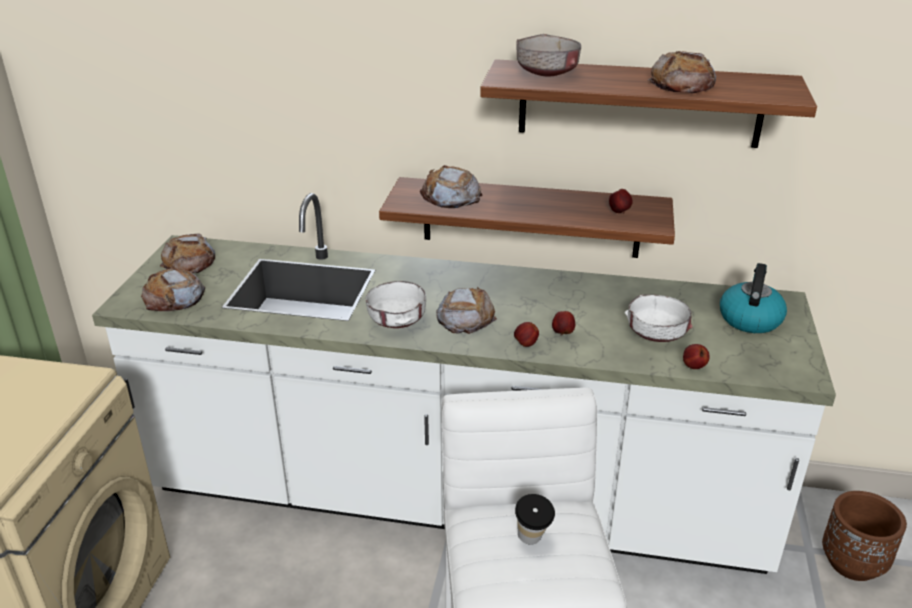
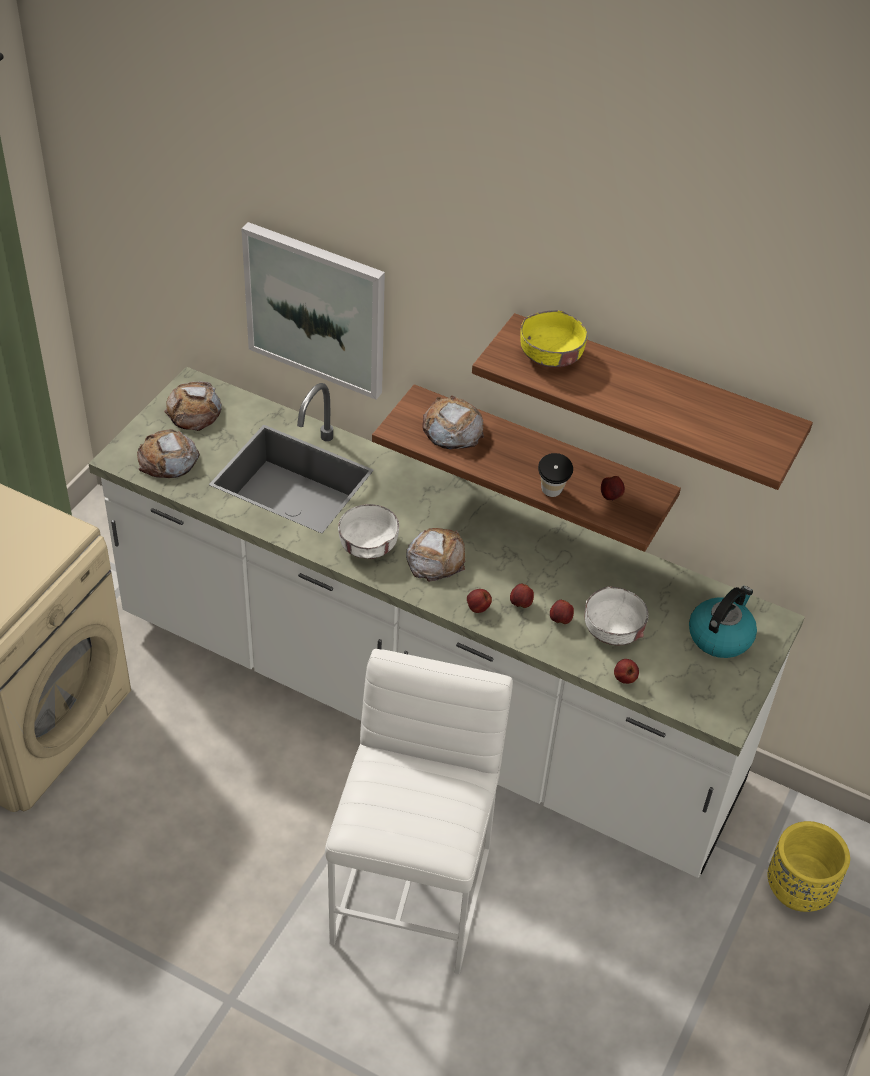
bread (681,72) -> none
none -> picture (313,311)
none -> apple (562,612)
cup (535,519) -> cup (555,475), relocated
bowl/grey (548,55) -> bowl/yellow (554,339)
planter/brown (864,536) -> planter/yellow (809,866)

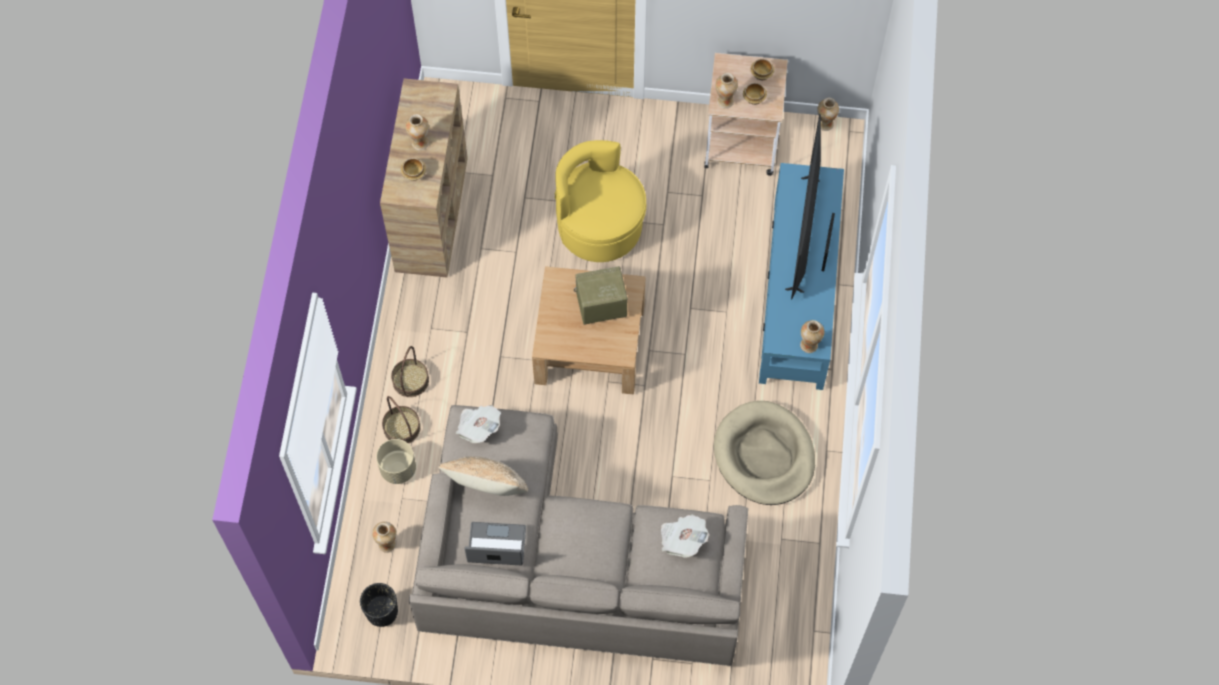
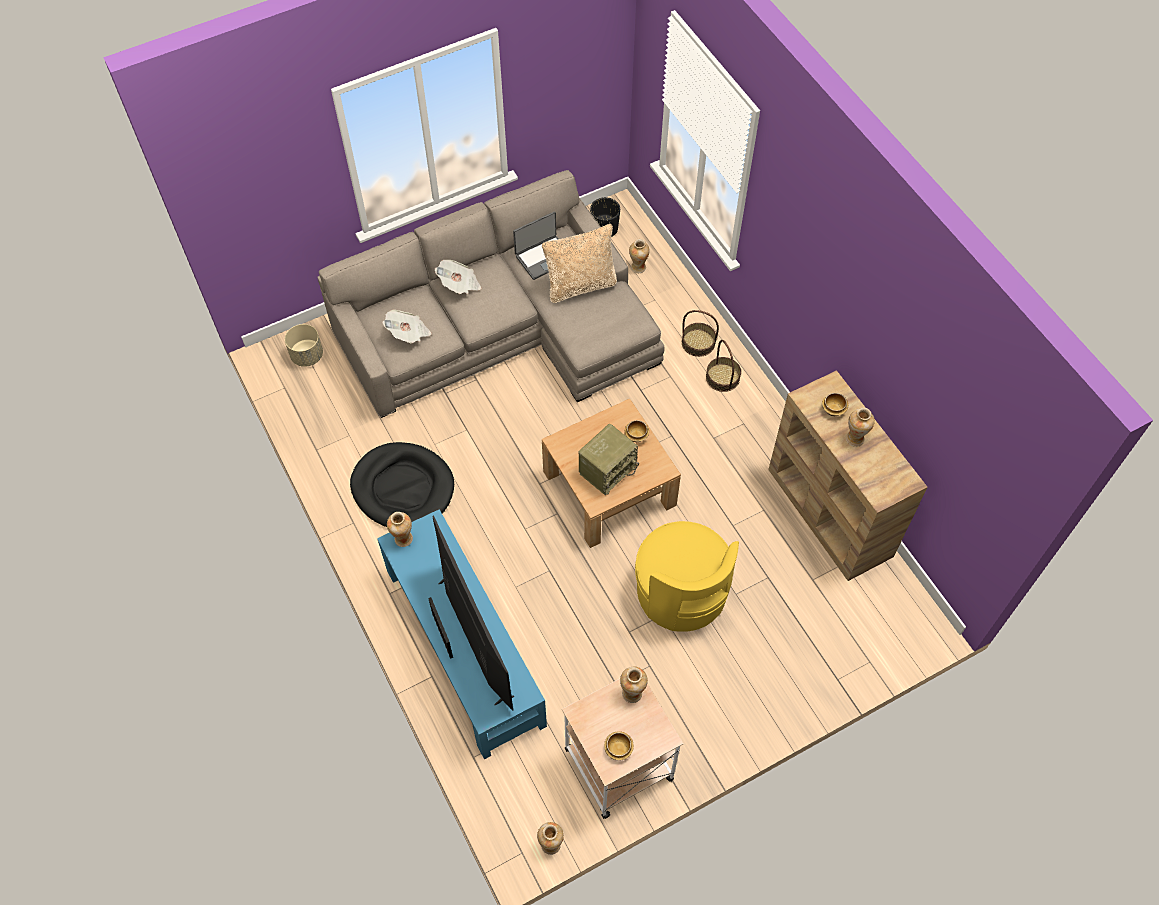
planter/beige (396,461) -> planter/beige (304,345), relocated
newspaper (478,424) -> newspaper (458,277), relocated
bowl (755,94) -> bowl (637,431), relocated
dog bed/beige (764,453) -> dog bed/black (402,484)
armchair/yellow (600,201) -> armchair/yellow (687,576), 60 degrees clockwise

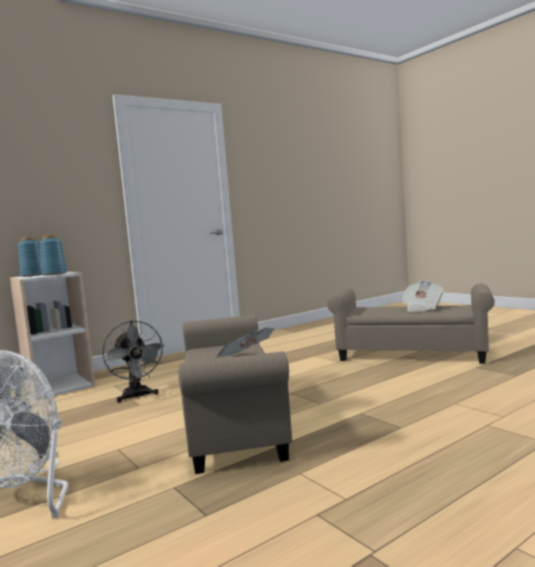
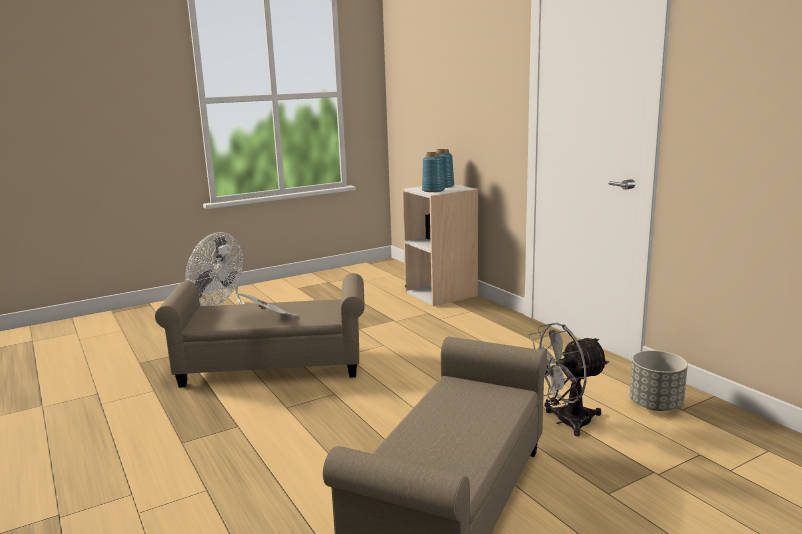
newspaper (423,296) -> none
none -> planter/grey (659,380)
fan/grey (133,361) -> fan/grey (568,379), relocated

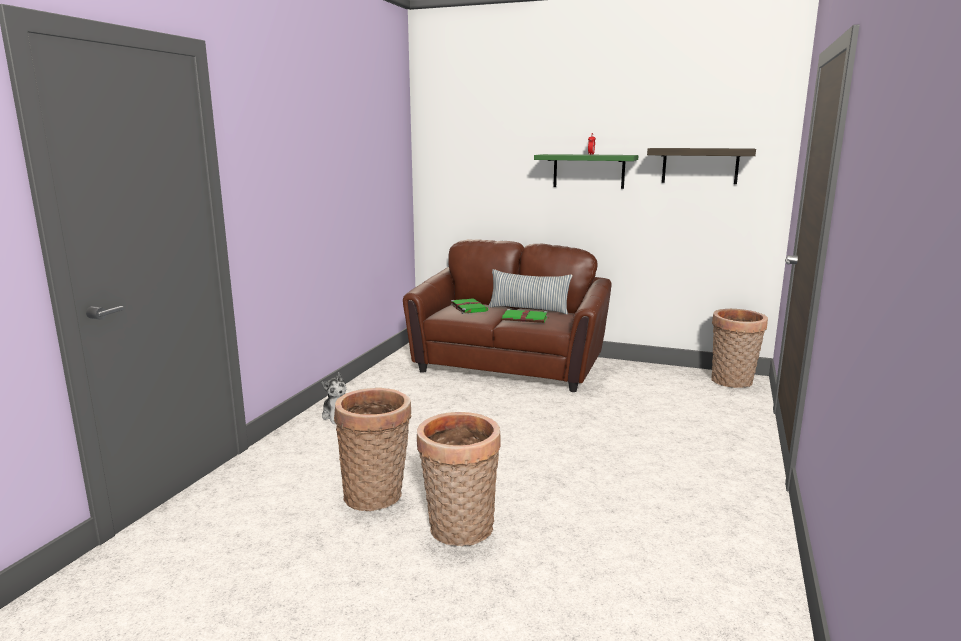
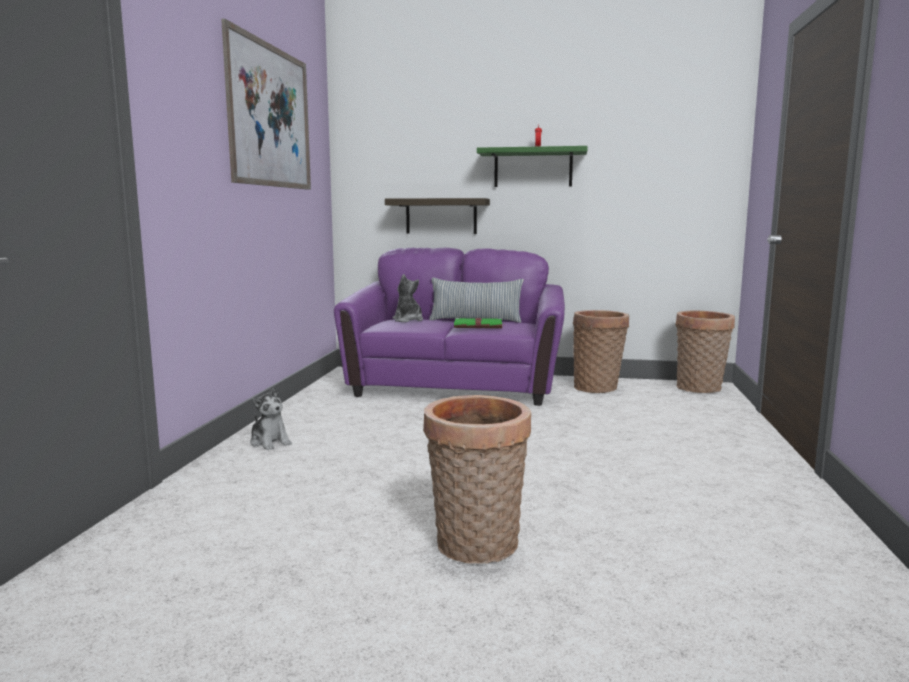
none -> picture (266,104)
basket (373,449) -> basket (601,351), relocated
shelf (701,166) -> shelf (437,216), relocated
book/green (469,306) -> plush toy (408,298)
sofa/brown (507,315) -> sofa/purple (449,327)

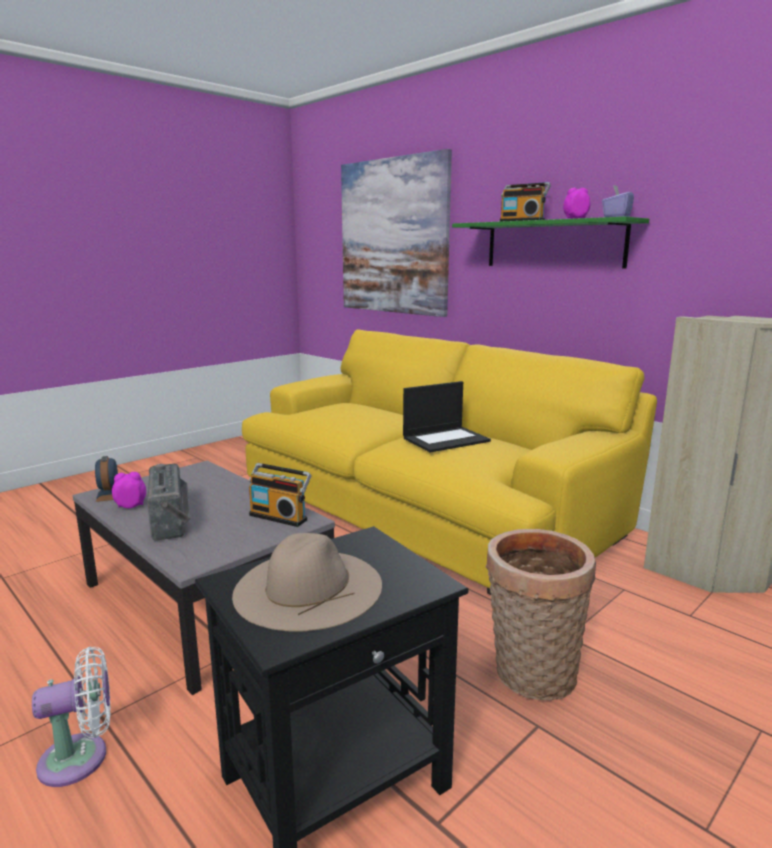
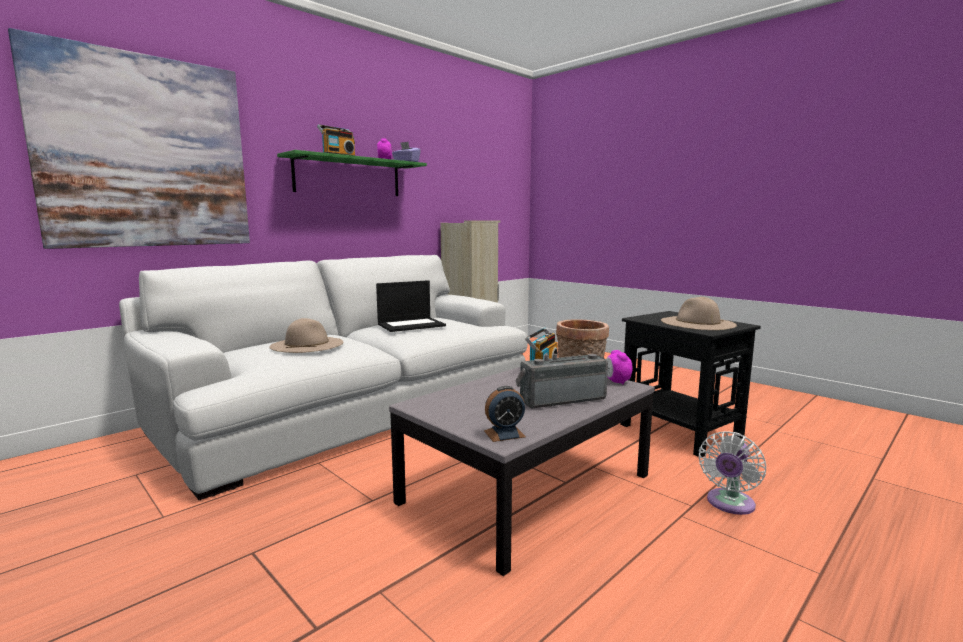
none -> hat/beige (306,335)
alarm clock (129,490) -> alarm clock (619,367), relocated
sofa/yellow (449,462) -> sofa/white (323,377)
fan/white (71,717) -> fan/white (732,473), 120 degrees counterclockwise
laptop (447,417) -> laptop (411,306), 90 degrees clockwise

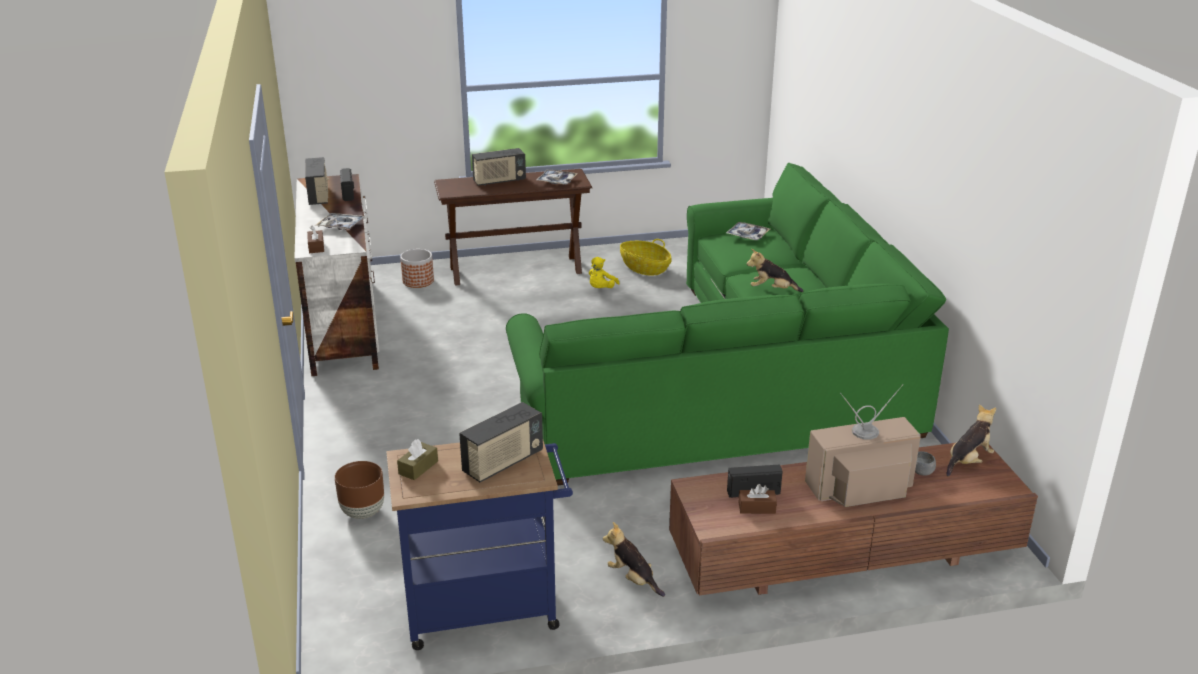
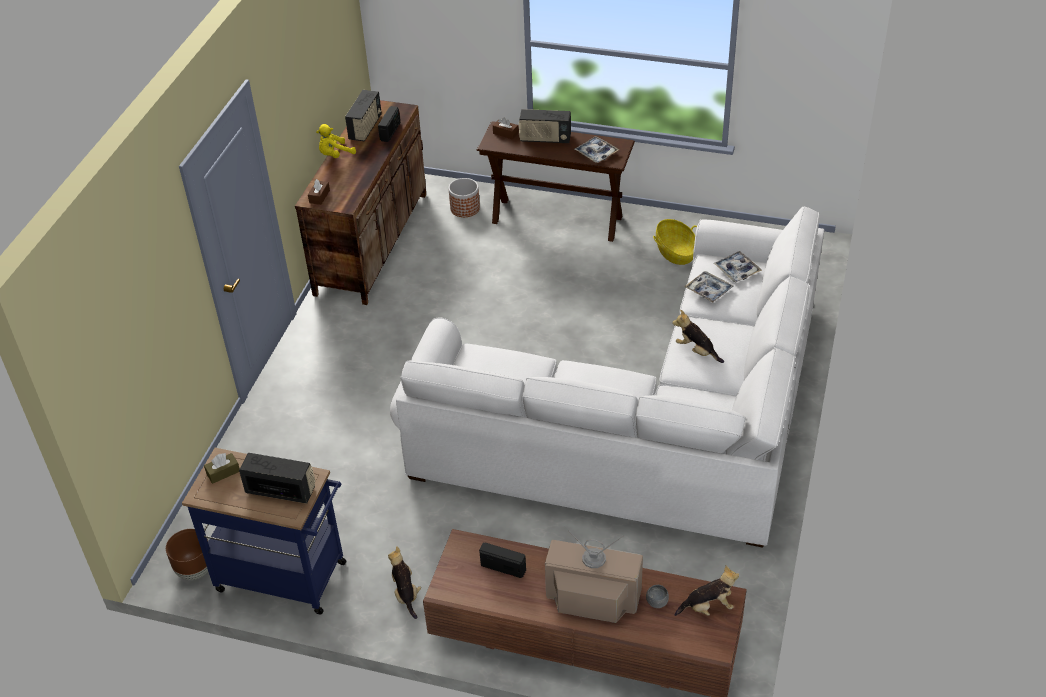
tray (340,221) -> tray (708,287), relocated
planter/brown (359,490) -> planter/brown (187,554), relocated
plush toy/yellow (604,272) -> plush toy/yellow (336,141), relocated
tissue box/brown (758,499) -> tissue box/brown (505,128), relocated
cabinet/white (336,275) -> cabinet/brown (360,202)
sofa/green (727,324) -> sofa/white (607,377)
radio (501,442) -> radio (277,478), 150 degrees counterclockwise

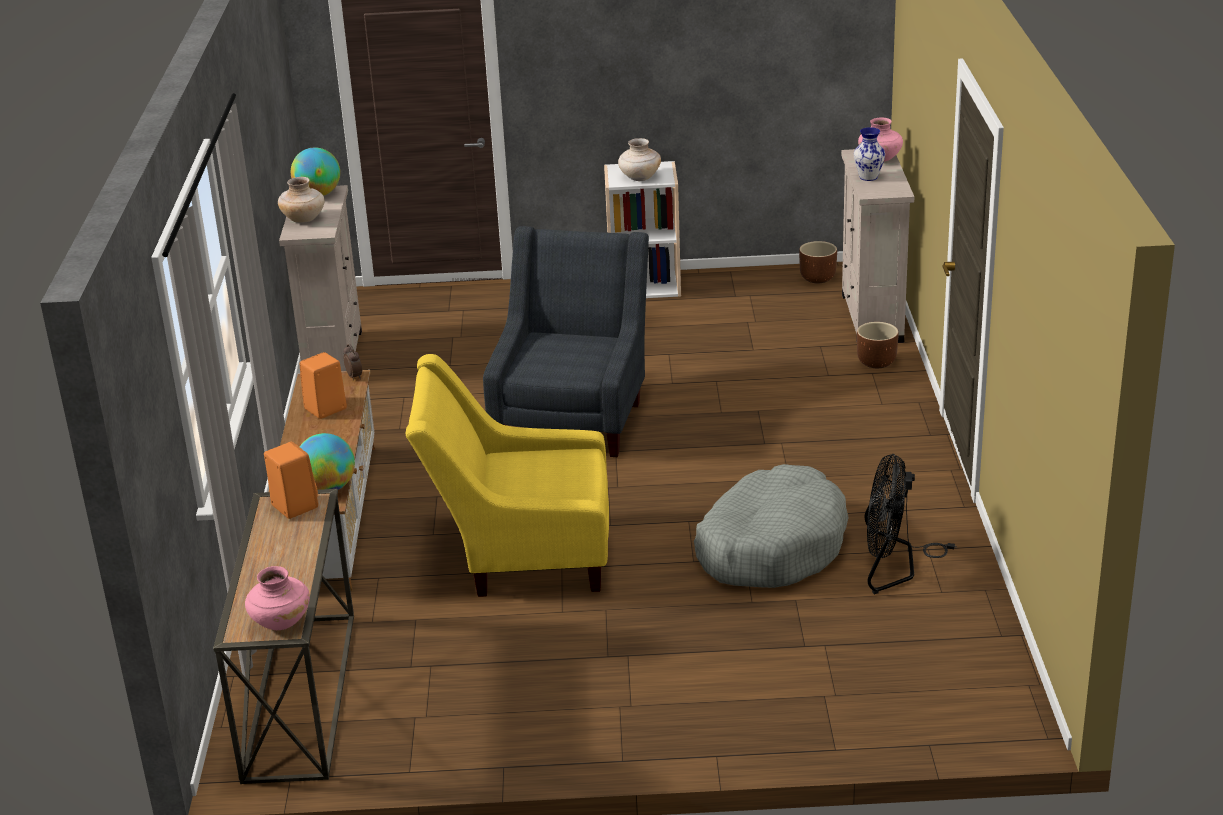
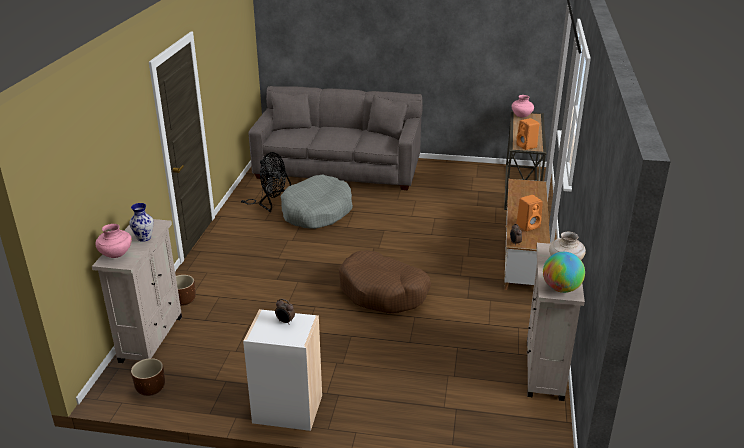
globe (327,461) -> none
armchair/yellow (507,475) -> none
none -> sofa/grey (336,138)
armchair/grey (566,341) -> dog bed/brown (385,282)
vase/beige (639,159) -> alarm clock (285,311)

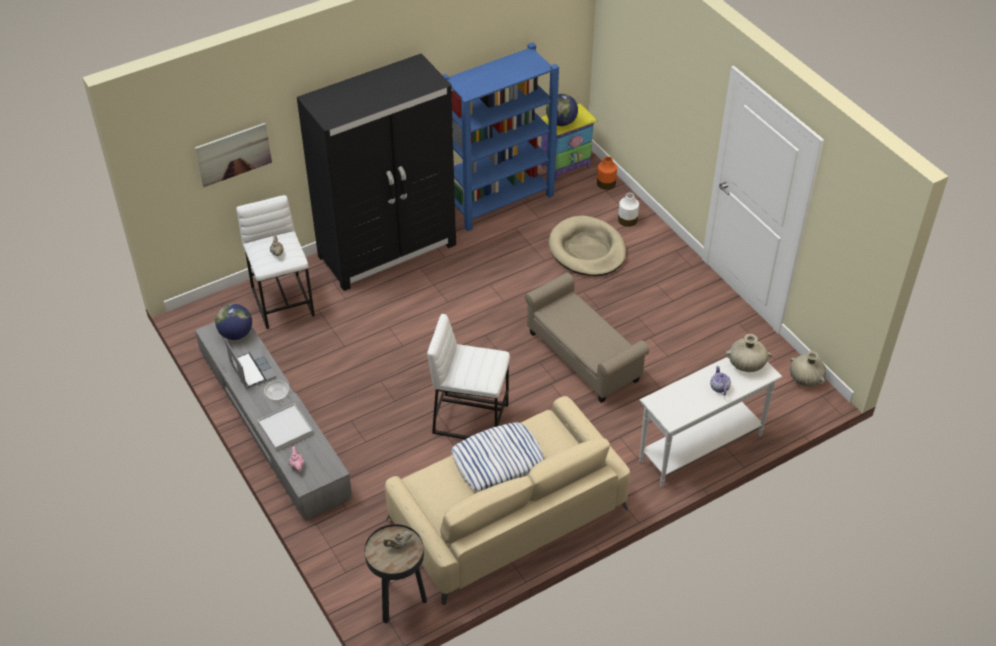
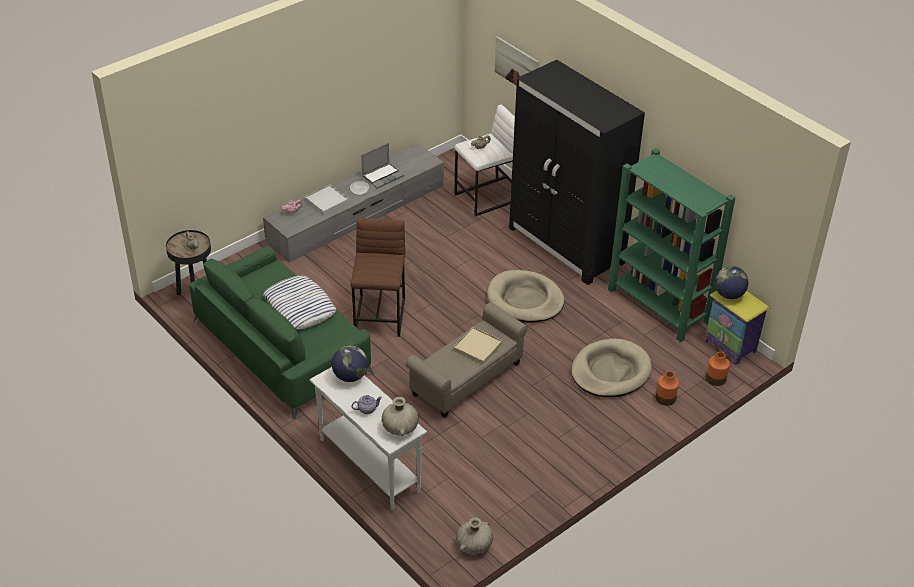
none -> tray/beige (478,346)
none -> dog bed/beige (526,296)
globe (233,322) -> globe (350,364), relocated
sofa/beige (507,500) -> sofa/green (281,332)
stool/white (468,376) -> stool/brown (378,277)
bookcase/blue (501,136) -> bookcase/green (671,245)
vase/white (628,210) -> vase/orange (667,388)

